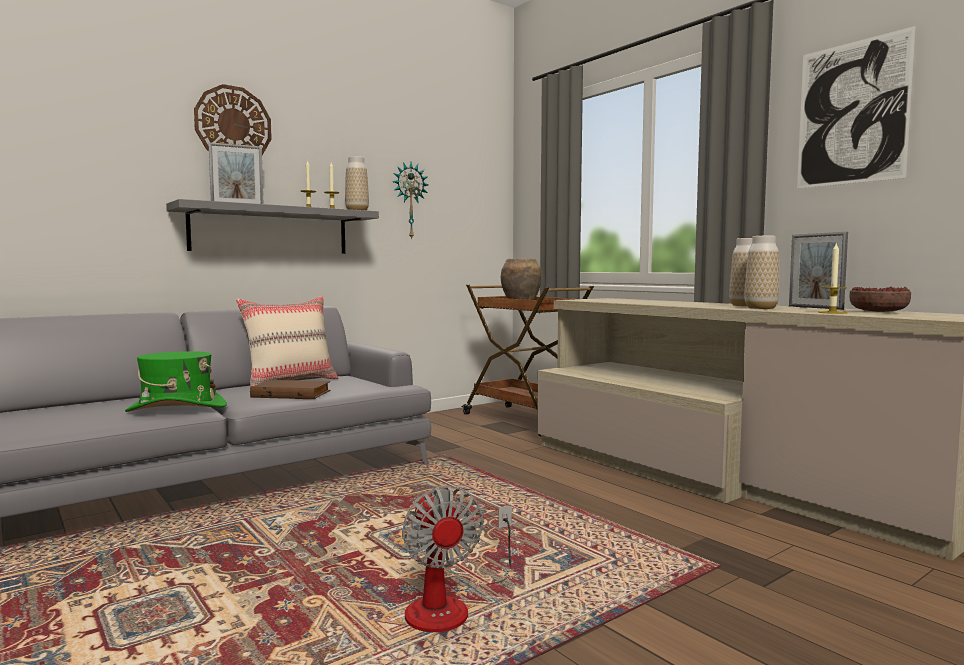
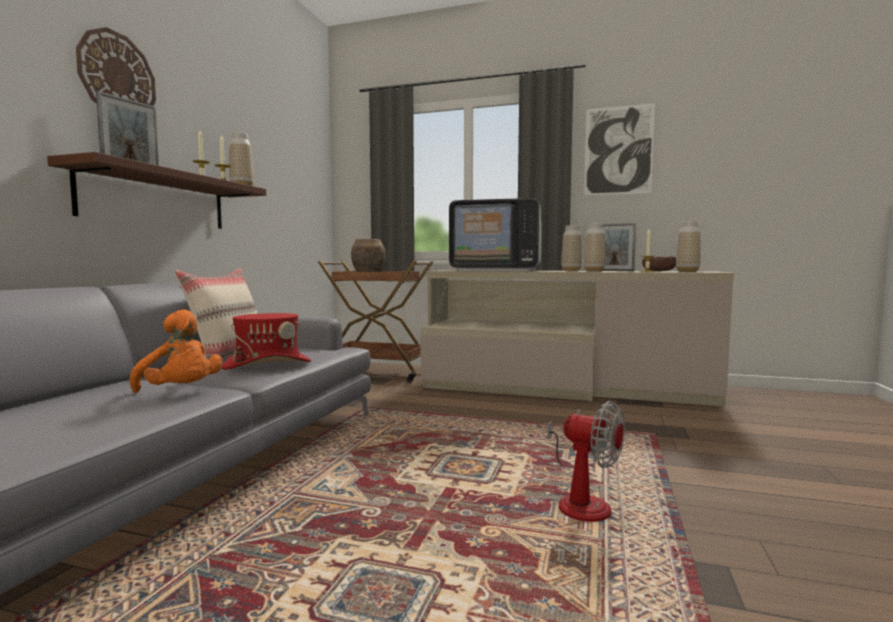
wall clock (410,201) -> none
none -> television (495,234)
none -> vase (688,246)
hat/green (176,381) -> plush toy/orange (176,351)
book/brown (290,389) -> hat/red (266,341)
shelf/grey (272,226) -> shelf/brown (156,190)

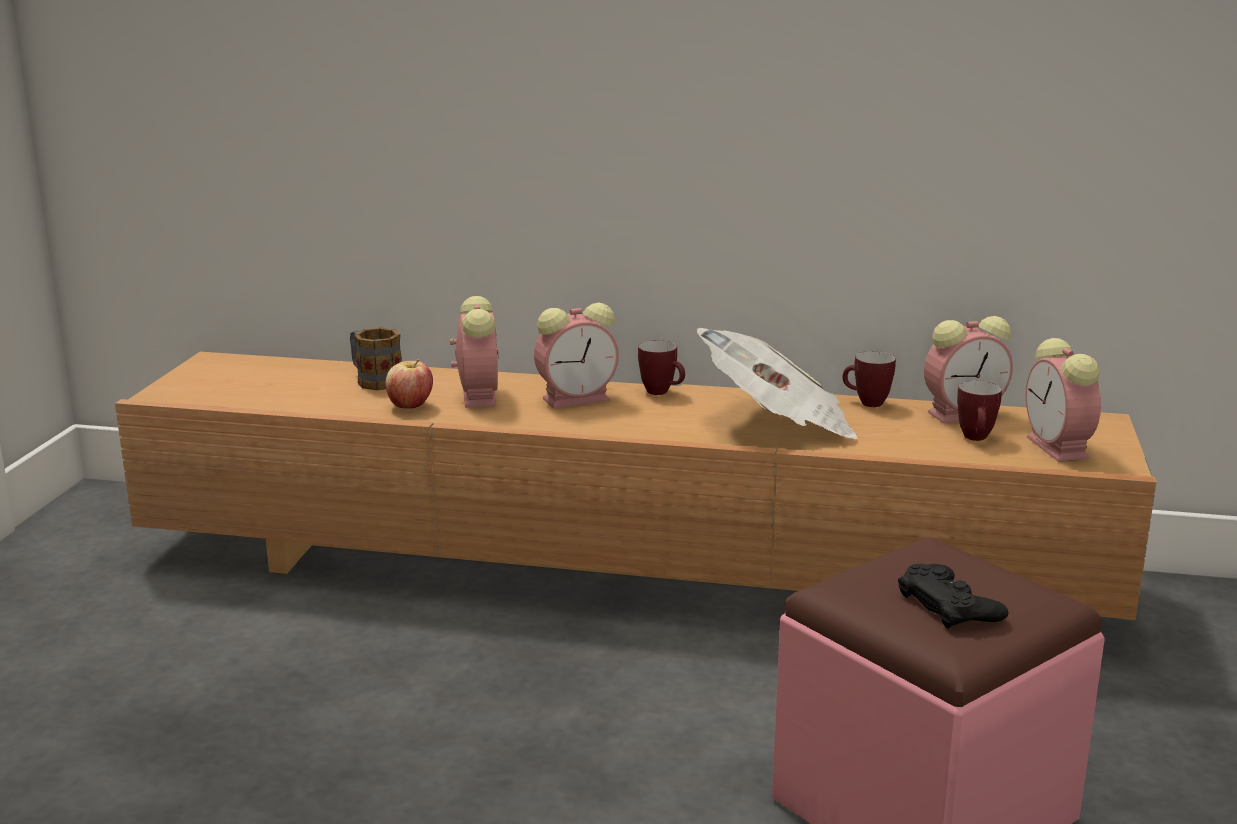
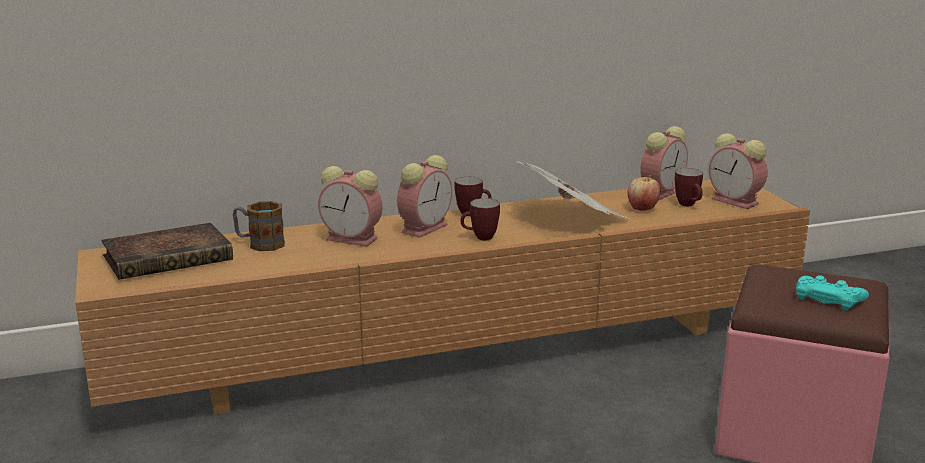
none -> book (167,251)
apple (409,384) -> apple (644,192), relocated
mug (869,379) -> mug (480,219), relocated
game controller/black (953,596) -> game controller/turquoise (832,293)
alarm clock (474,352) -> alarm clock (350,206), 150 degrees clockwise

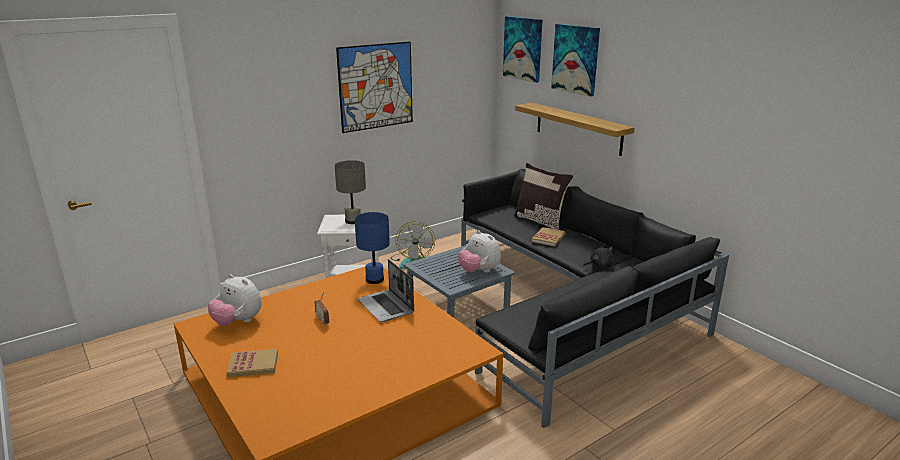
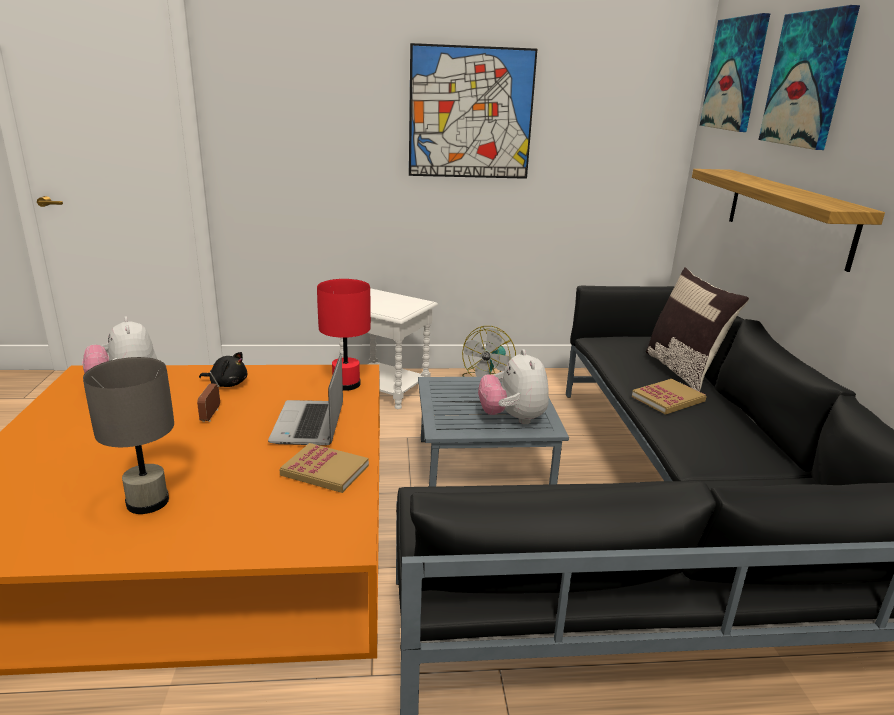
book (252,363) -> book (324,468), relocated
table lamp/grey (350,192) -> table lamp/grey (128,435), relocated
plush toy/black (598,256) -> plush toy/black (223,369), relocated
table lamp/blue (372,248) -> table lamp/red (344,335)

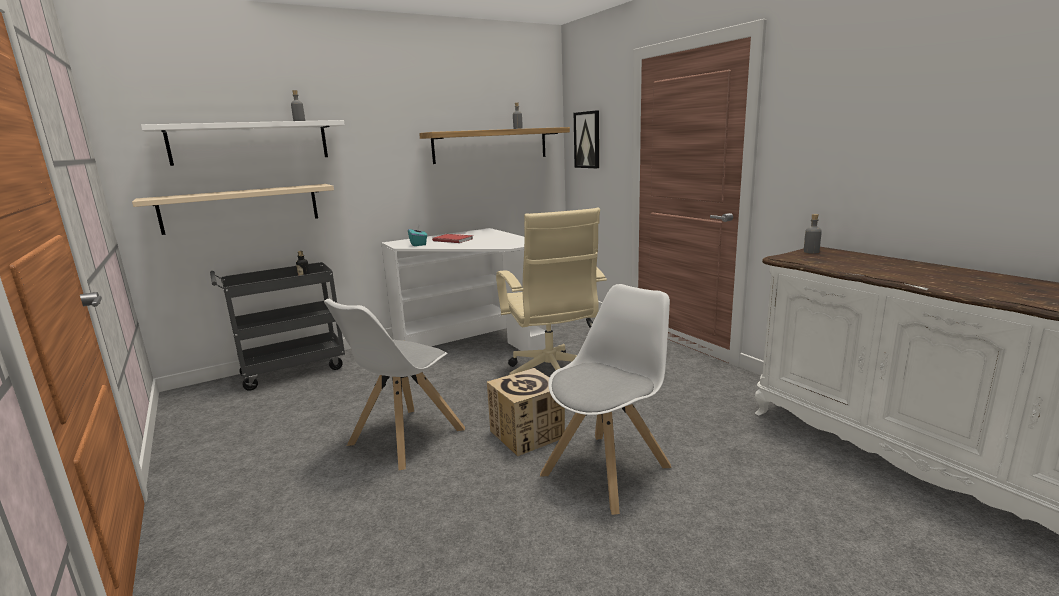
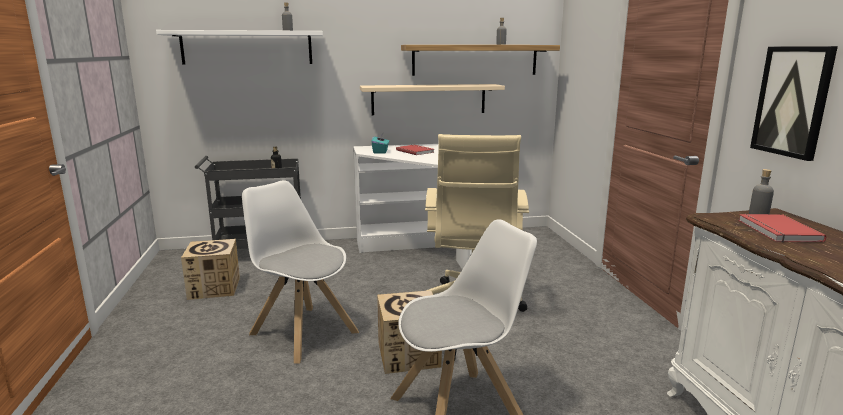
none -> cardboard box (210,269)
none -> book/red (782,228)
shelf/beige (233,209) -> shelf/beige (432,99), relocated
picture (586,139) -> picture (794,103), relocated
chair (394,384) -> chair (300,271), 75 degrees clockwise

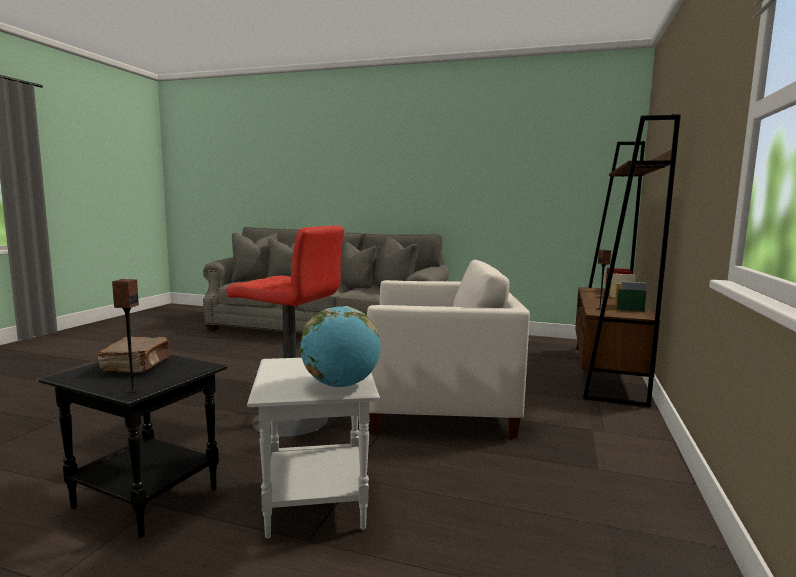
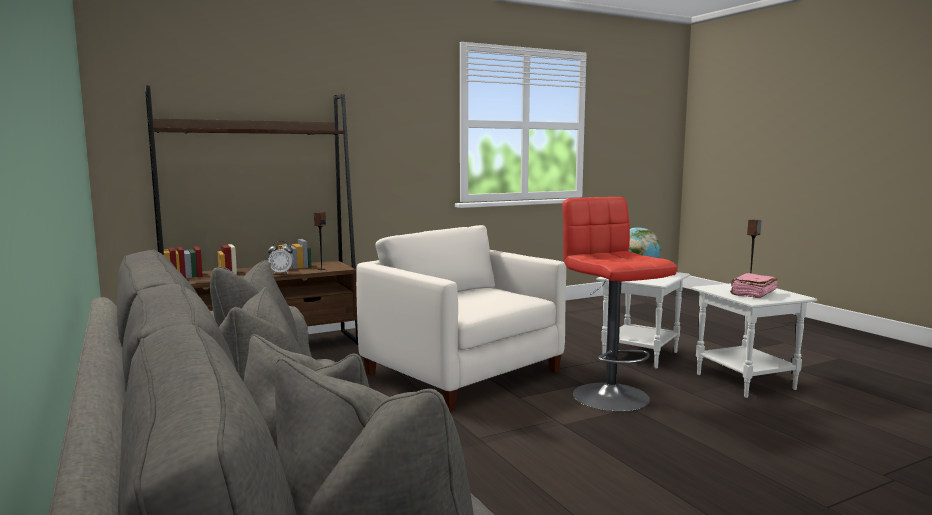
none -> alarm clock (281,257)
side table/black (133,446) -> side table/white (754,340)
book/brown (134,355) -> book/pink (754,285)

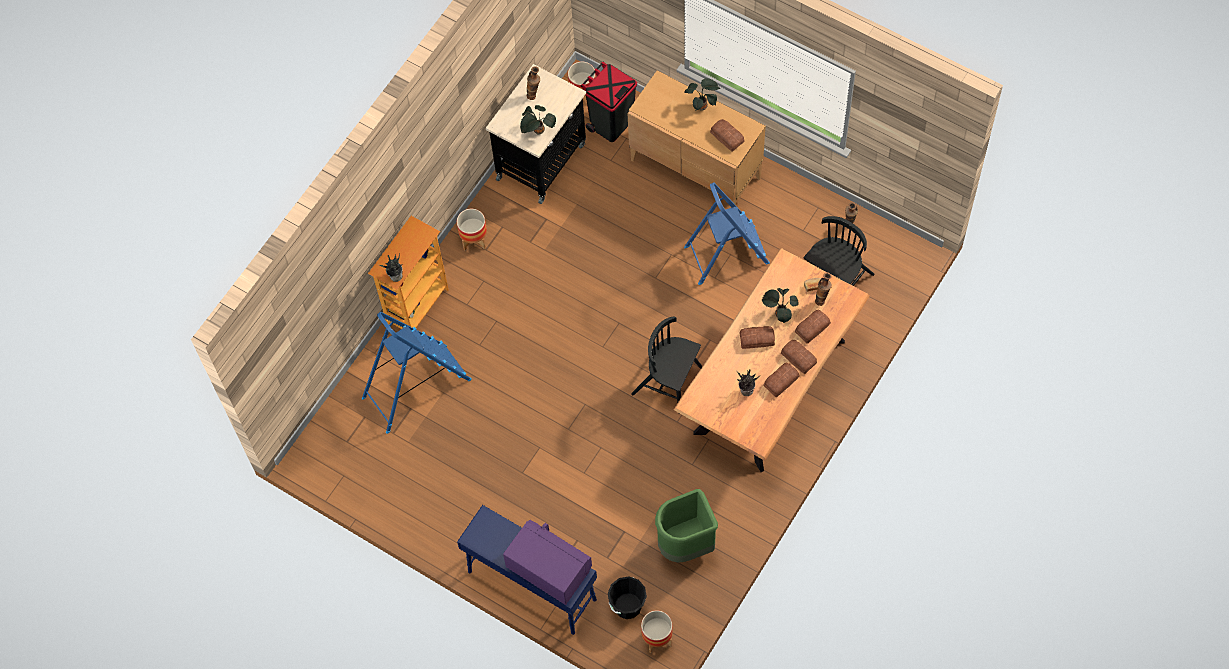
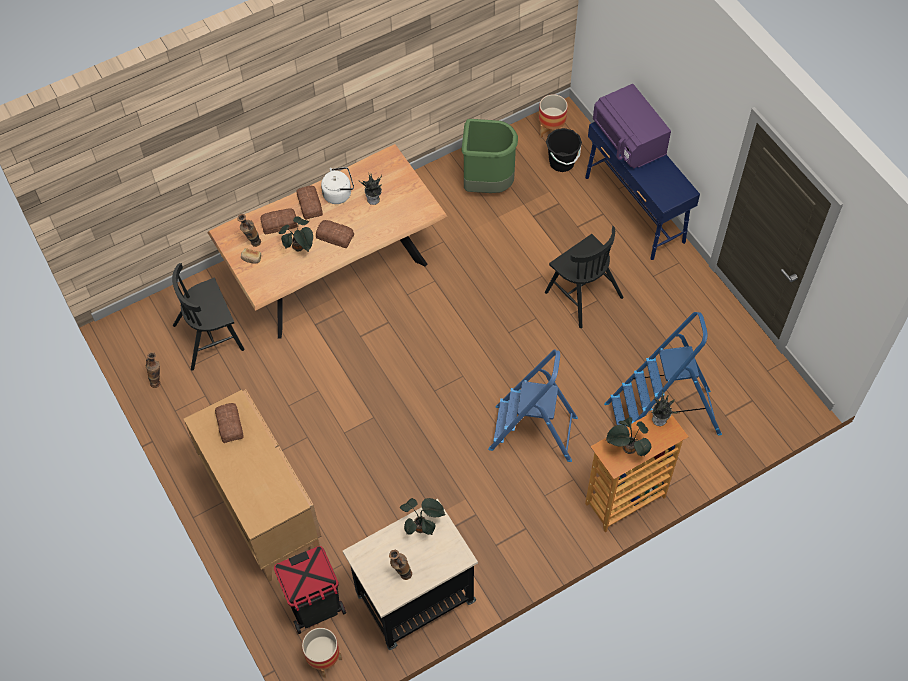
planter (472,229) -> none
chair/black (667,365) -> chair/black (584,277), relocated
potted plant (702,94) -> potted plant (628,436), relocated
step ladder/blue (727,233) -> step ladder/blue (533,405), relocated
bread (781,380) -> kettle/white (337,185)

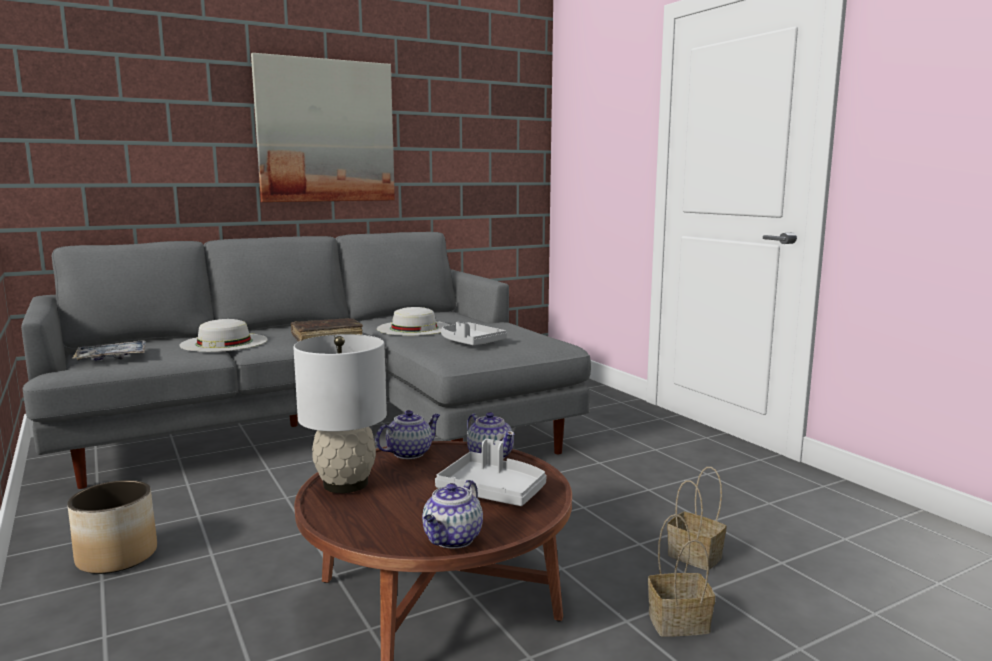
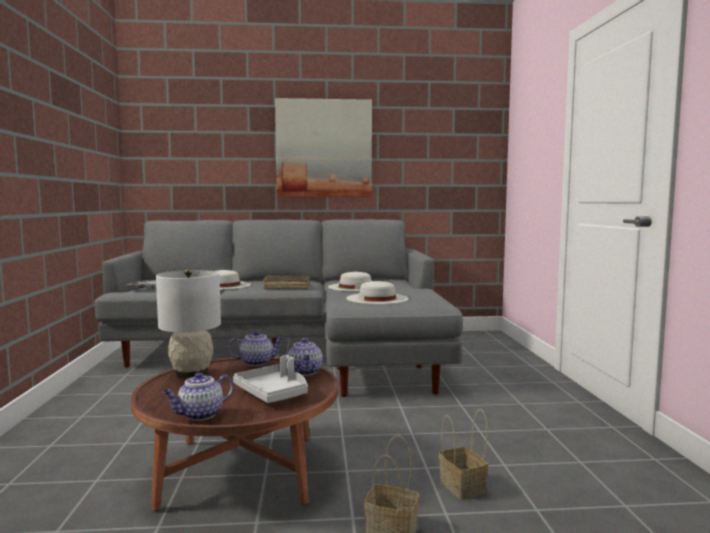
planter (112,527) -> none
tray/grey (474,333) -> hat/white (377,292)

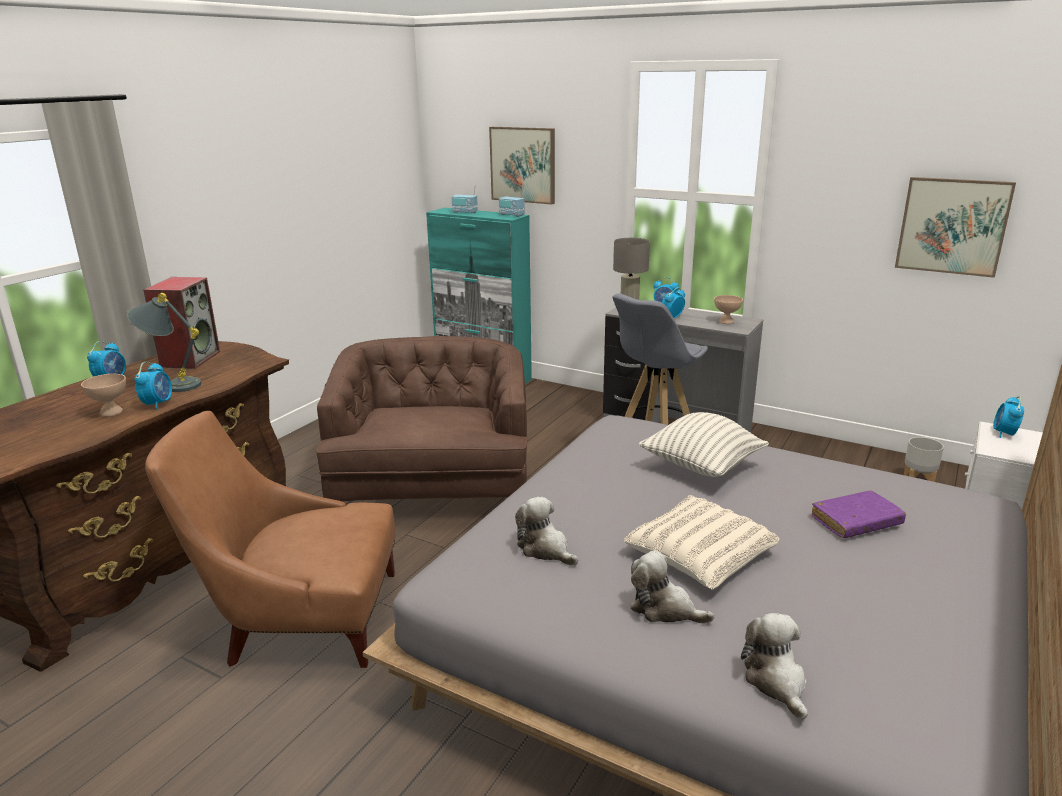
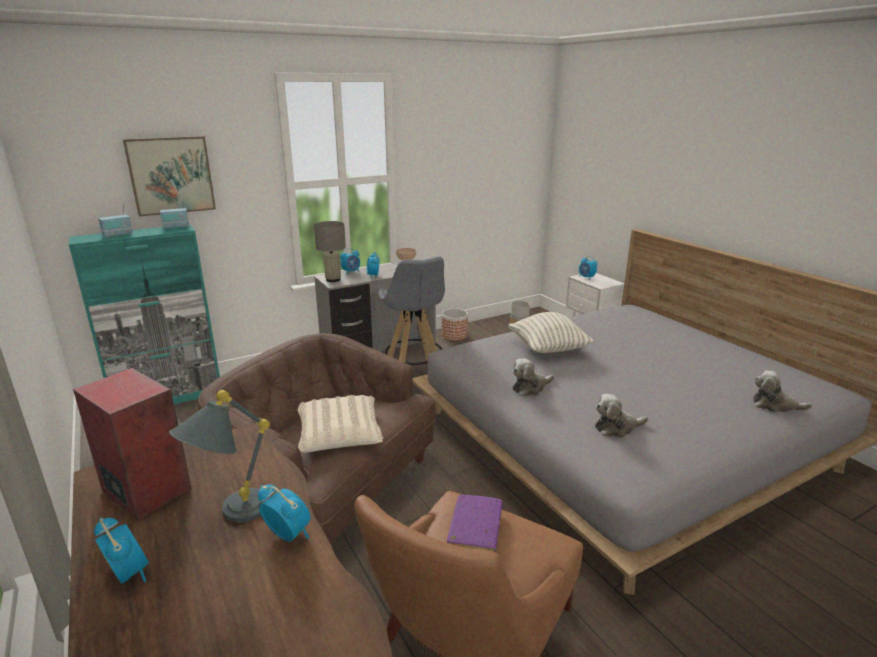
bowl/beige (103,395) -> none
picture (955,227) -> none
none -> planter (455,324)
pillow/beige (701,542) -> pillow/beige (340,424), relocated
plush toy (672,587) -> plush toy (533,377), relocated
book/purple (858,514) -> book/purple (475,523), relocated

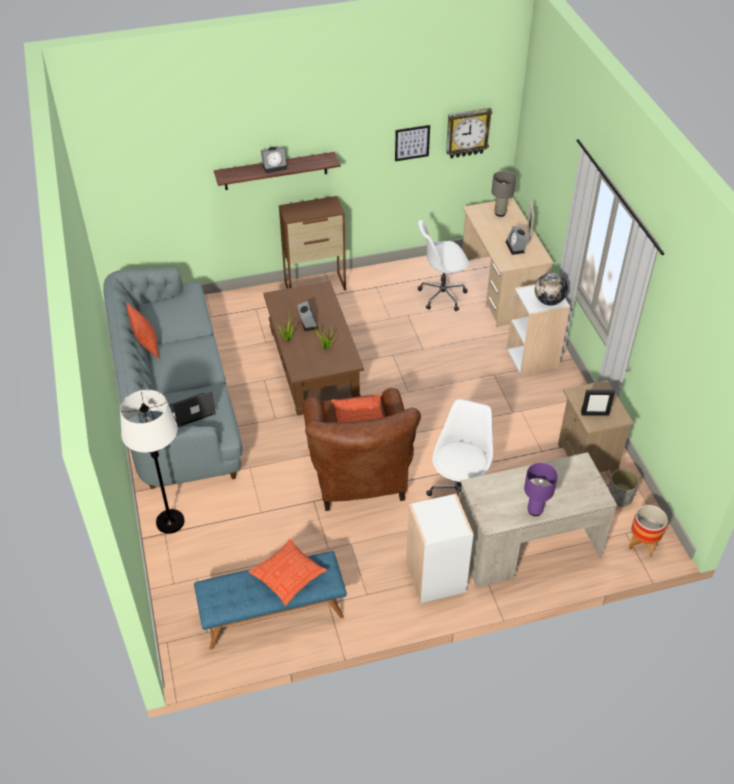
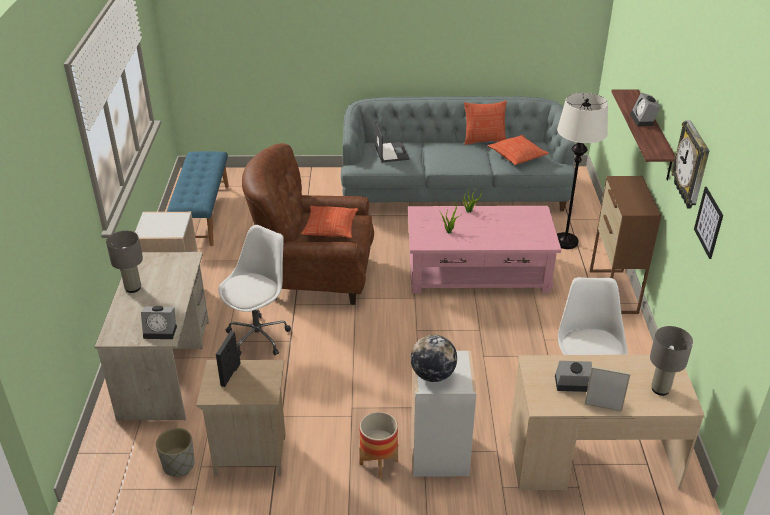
floor lamp/white (152,462) -> floor lamp/white (582,170), relocated
pillow/orange (287,572) -> pillow/orange (518,150), relocated
alarm clock (307,316) -> alarm clock (159,322), relocated
wall clock (469,133) -> wall clock (690,164), relocated
planter (648,531) -> planter (378,445), relocated
coffee table/brown (313,348) -> coffee table/pink (484,250)
table lamp/purple (541,489) -> table lamp/grey (124,262)
office chair/white (459,447) -> office chair/white (255,290), 90 degrees counterclockwise

